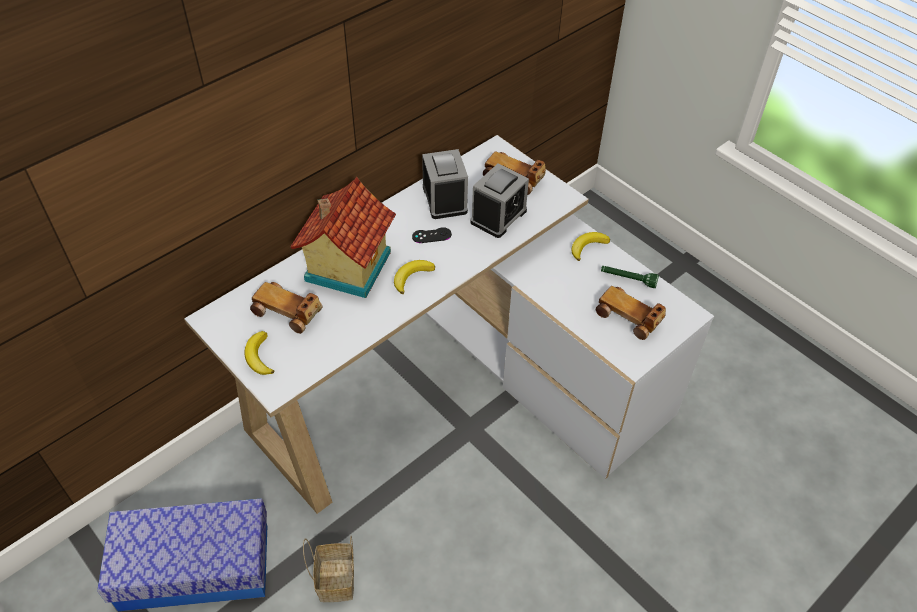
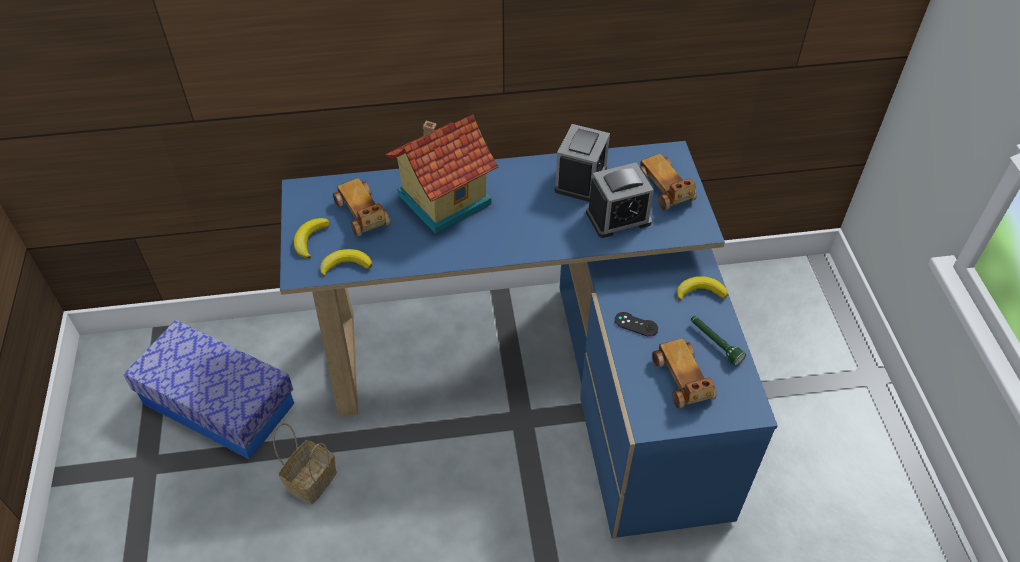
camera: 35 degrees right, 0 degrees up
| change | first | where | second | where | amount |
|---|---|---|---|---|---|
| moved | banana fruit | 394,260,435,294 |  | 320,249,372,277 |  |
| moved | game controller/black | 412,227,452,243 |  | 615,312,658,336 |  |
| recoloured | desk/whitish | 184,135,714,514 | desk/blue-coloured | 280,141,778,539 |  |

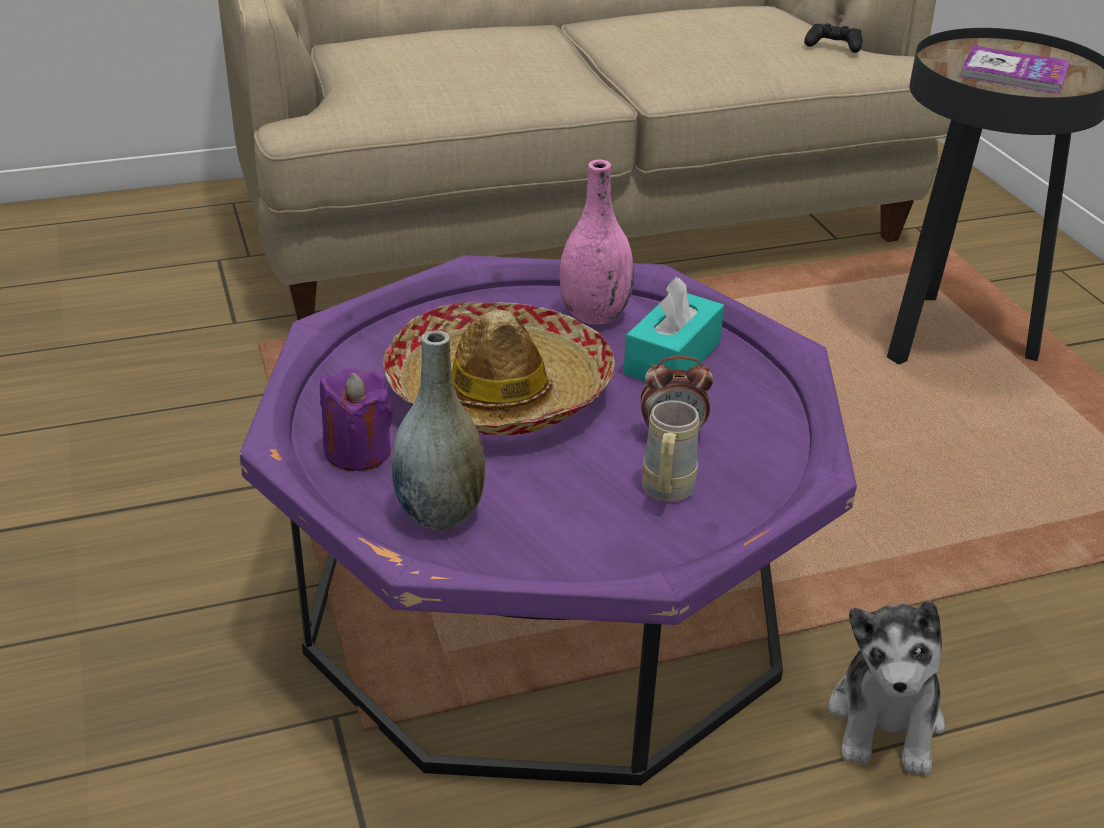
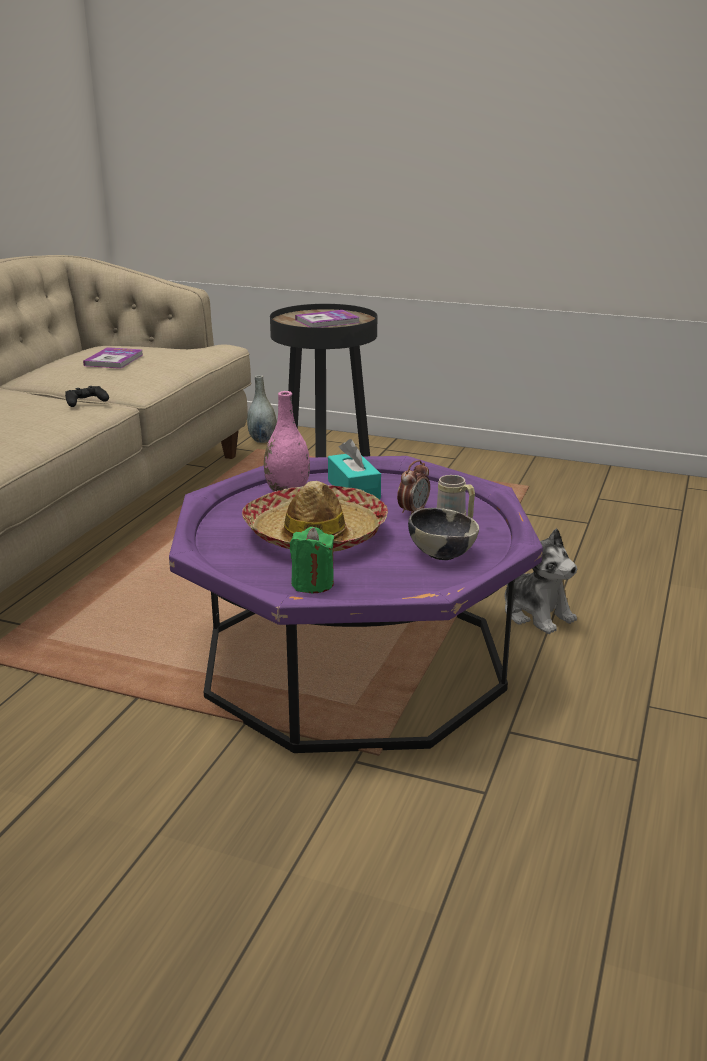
camera: 50 degrees left, 10 degrees down
| change | first | where | second | where | amount |
|---|---|---|---|---|---|
| added |  |  | volume | 83,347,143,369 |  |
| added |  |  | serving bowl | 408,508,479,560 |  |
| moved | flower vase/greyish | 392,330,485,530 |  | 247,375,277,443 |  |
| moved | game controller/black | 804,23,862,53 |  | 65,386,109,407 |  |
| recoloured | candle/purple | 320,368,393,471 | candle/green | 290,527,335,593 |  |

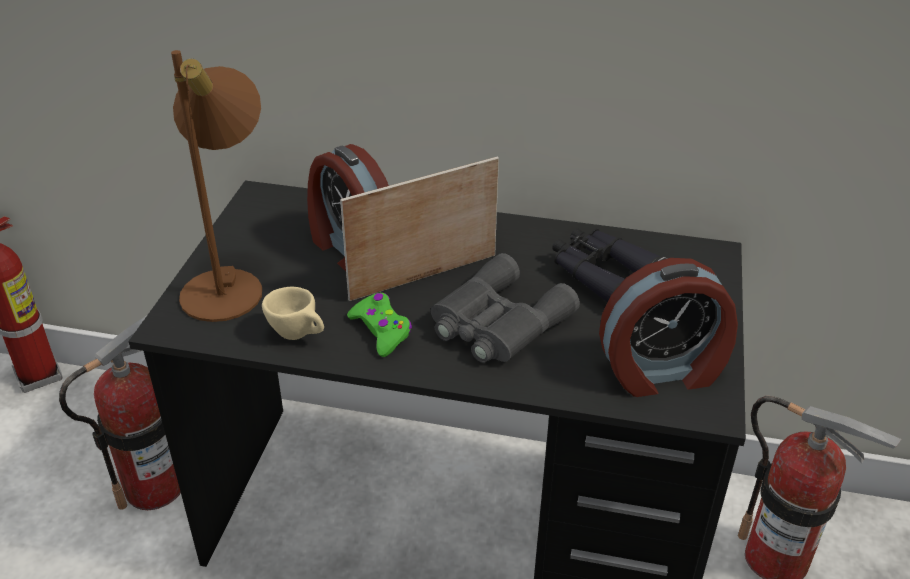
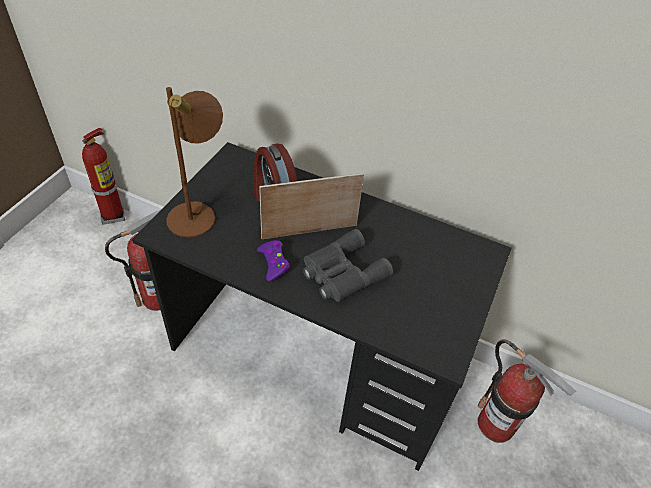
camera: 10 degrees right, 10 degrees up
| change | first | where | second | where | amount |
|---|---|---|---|---|---|
| removed | cup/beige | 262,287,324,340 |  |  |  |
| removed | field glasses/black | 552,228,667,302 |  |  |  |
| removed | bedside clock | 599,258,738,397 |  |  |  |
| recoloured | game controller/green | 347,293,412,357 | game controller/purple | 257,240,289,282 |  |

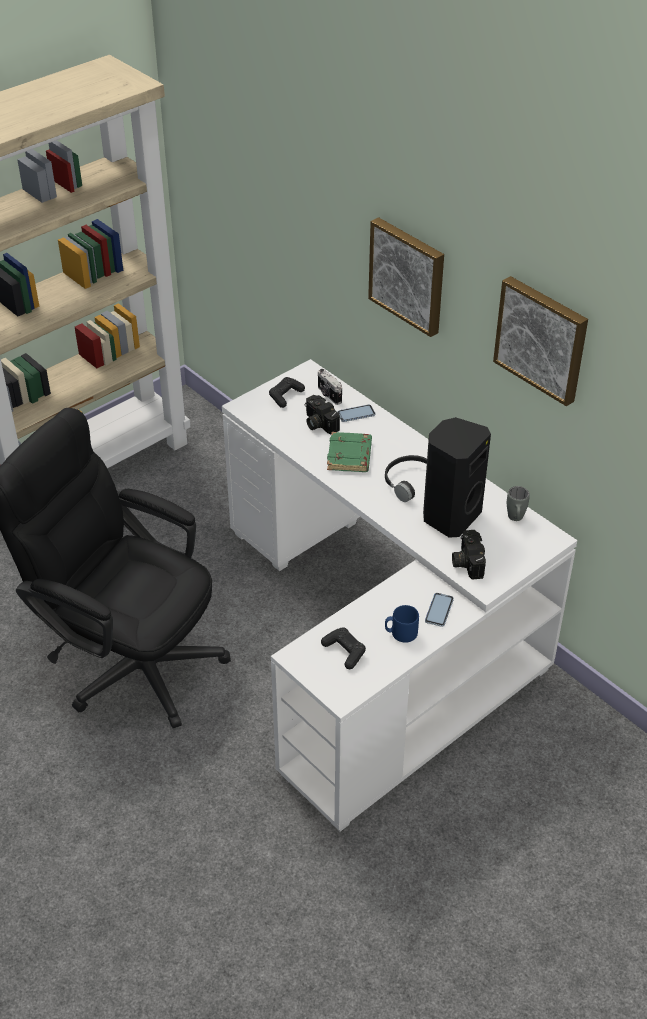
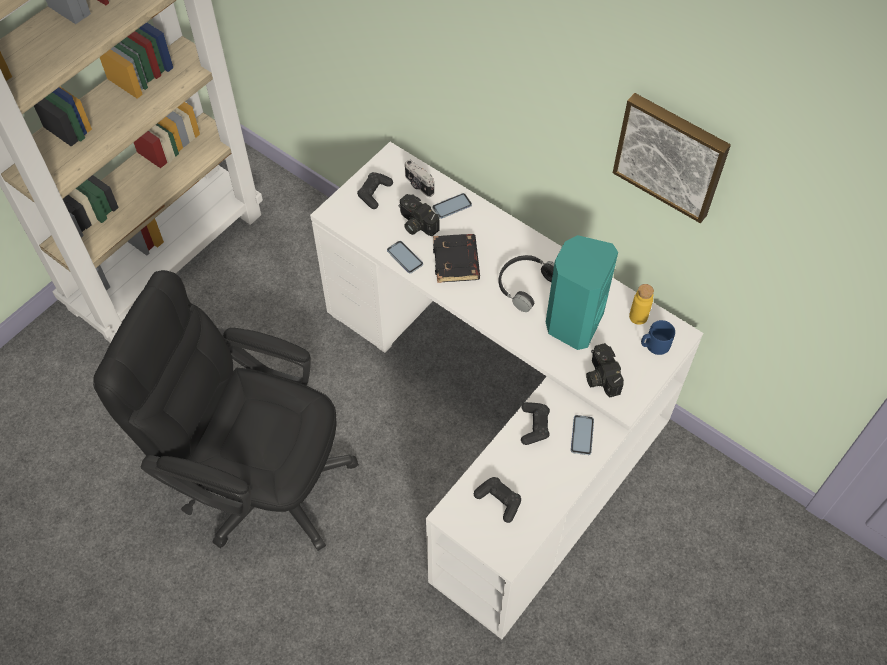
camera: 10 degrees left, 15 degrees up
| change | first | where | second | where | amount |
|---|---|---|---|---|---|
| removed | wall picture | 368,217,444,337 |  |  |  |
| added |  |  | handset | 387,241,423,274 |  |
| added |  |  | game controller/black | 521,402,550,445 |  |
| moved | tea mug/blue-coloured | 385,605,419,643 |  | 641,320,675,355 |  |
| replaced | tea mug/greyish | 507,486,530,521 | drink bottle/yellowish | 629,284,654,325 |  |
| recoloured | volume/green | 327,432,372,472 | volume/black | 433,234,480,283 |  |
| recoloured | audio speaker/black | 423,417,491,538 | audio speaker/blue-green | 546,235,618,350 |  |

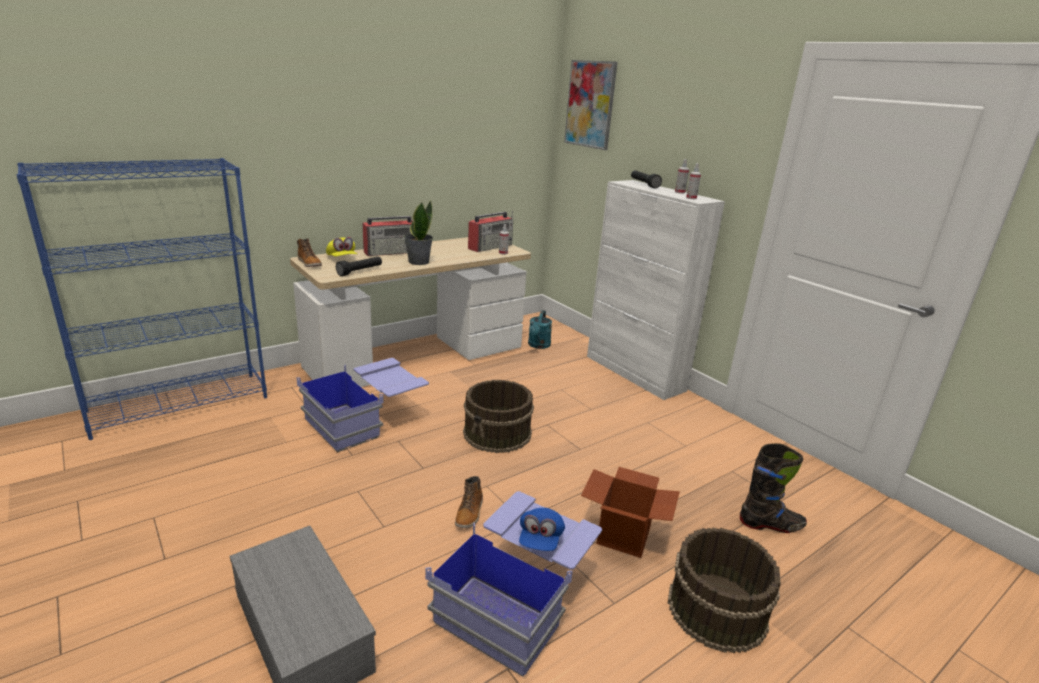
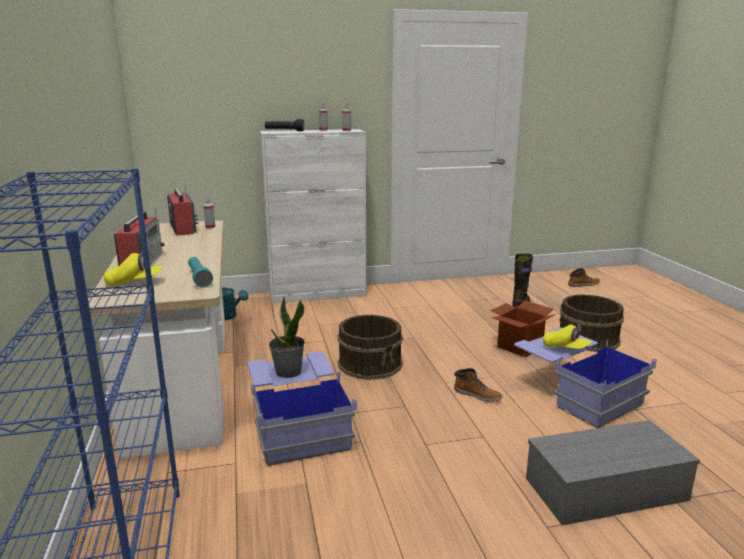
camera: 65 degrees left, 5 degrees down
| change | first | where | second | where | amount |
|---|---|---|---|---|---|
| removed | wall picture | 564,60,618,150 |  |  |  |
| moved | high-top boot | 297,238,322,267 |  | 568,268,600,287 |  |
| moved | plant in a pot | 404,201,433,265 |  | 269,296,305,378 |  |
| recoloured | hand torch/black | 336,257,382,276 | hand torch/blue-green | 188,257,213,287 |  |
| recoloured | baseball cap/blue-coloured | 519,508,565,551 | baseball cap/yellowish | 543,324,592,349 |  |

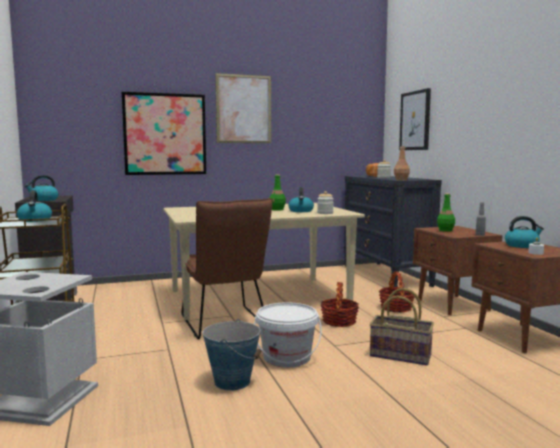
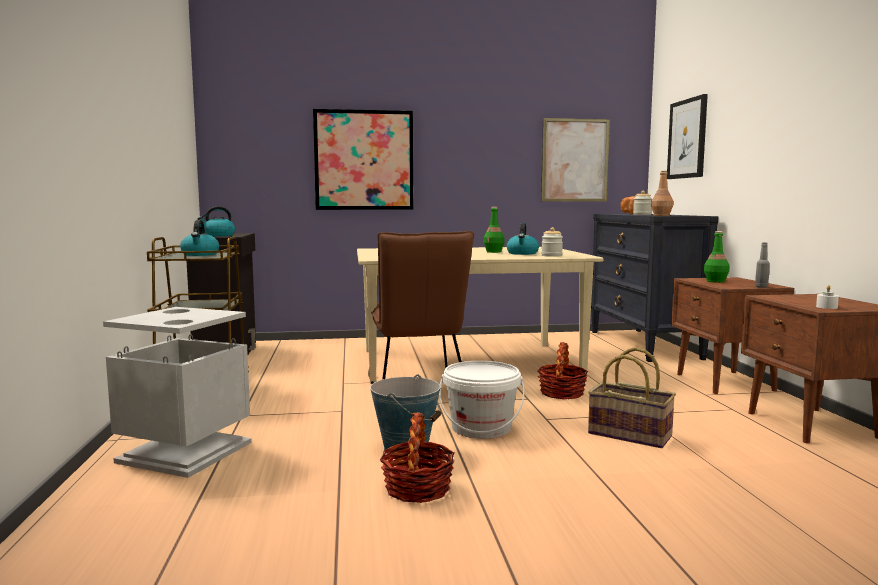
camera: 10 degrees right, 0 degrees up
| change | first | where | second | where | amount |
|---|---|---|---|---|---|
| removed | tea kettle | 505,216,544,248 |  |  |  |
| moved | wall picture | 215,73,271,143 |  | 541,118,610,202 |  |
| moved | basket | 379,271,415,312 |  | 380,412,455,503 |  |

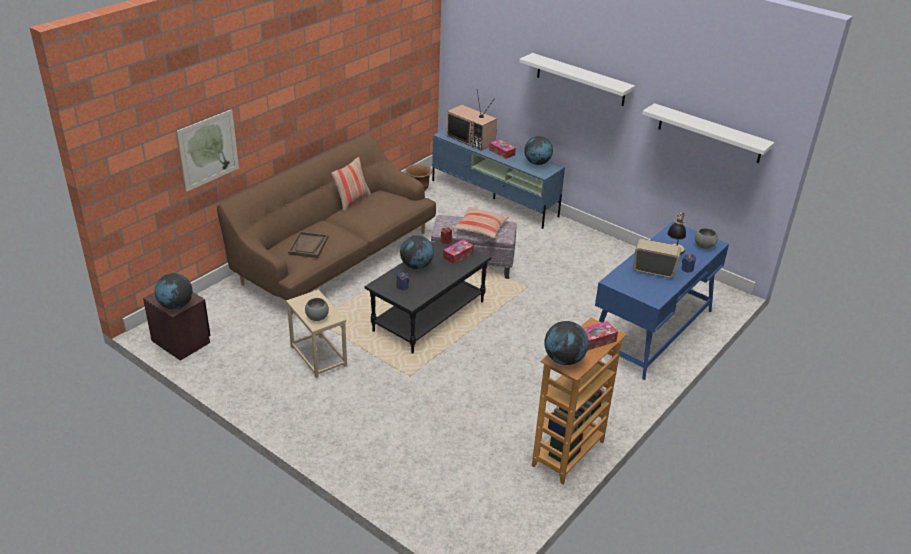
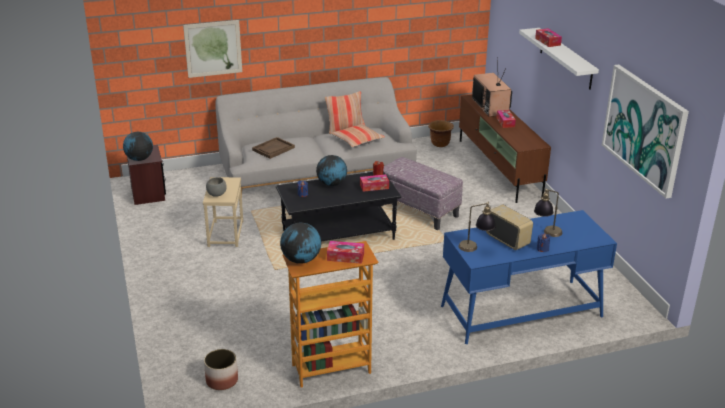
camera: 35 degrees right, 5 degrees down
| change | first | where | second | where | amount |
|---|---|---|---|---|---|
| removed | world globe | 524,136,553,165 |  |  |  |
| removed | serving bowl/greyish | 695,228,718,249 |  |  |  |
| added |  |  | flower pot | 204,349,238,390 |  |
| added |  |  | table lamp | 459,201,496,252 |  |
| added |  |  | tissue holder | 535,28,562,47 |  |
| moved | cushion | 454,207,509,238 |  | 331,123,385,147 |  |
| replaced | wall shelf/whitish | 642,103,775,163 | wall picture | 602,65,689,199 |  |
| recoloured | sofa/brown | 217,134,436,314 | sofa/greyish | 215,77,417,193 |  |
| recoloured | media console/blue-coloured | 432,128,565,229 | media console/brown | 459,95,551,203 |  |

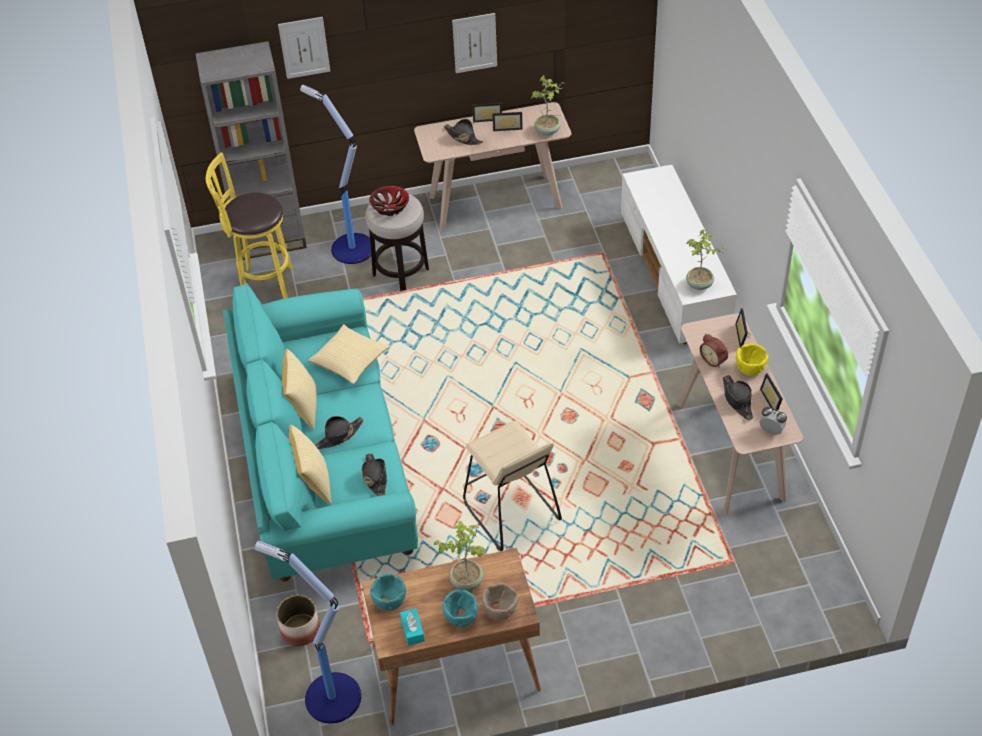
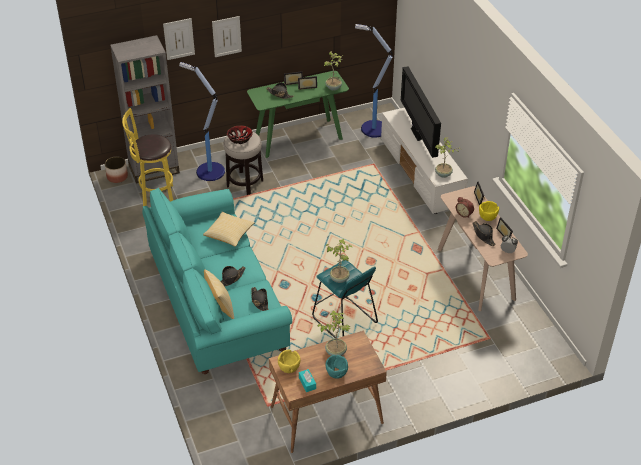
camera: 10 degrees left, 5 degrees down
| change | first | where | second | where | amount |
|---|---|---|---|---|---|
| removed | cushion | 282,349,317,430 |  |  |  |
| removed | serving bowl/brown | 482,583,518,620 |  |  |  |
| added |  |  | plant in a pot | 326,239,352,283 |  |
| added |  |  | TV | 401,66,441,158 |  |
| moved | standard lamp | 255,541,361,723 |  | 355,24,393,138 |  |
| moved | flower pot | 276,595,320,646 |  | 105,157,128,183 |  |
| moved | wall picture | 452,13,497,73 |  | 212,16,242,57 |  |
| recoloured | serving bowl/blue-green | 370,574,406,611 | serving bowl/yellowish | 278,350,300,373 |  |
| recoloured | hall table/beige | 414,102,571,232 | hall table/green | 247,71,349,158 |  |
| recoloured | sitting stool/beige | 463,421,562,551 | sitting stool/blue-green | 312,260,378,338 |  |

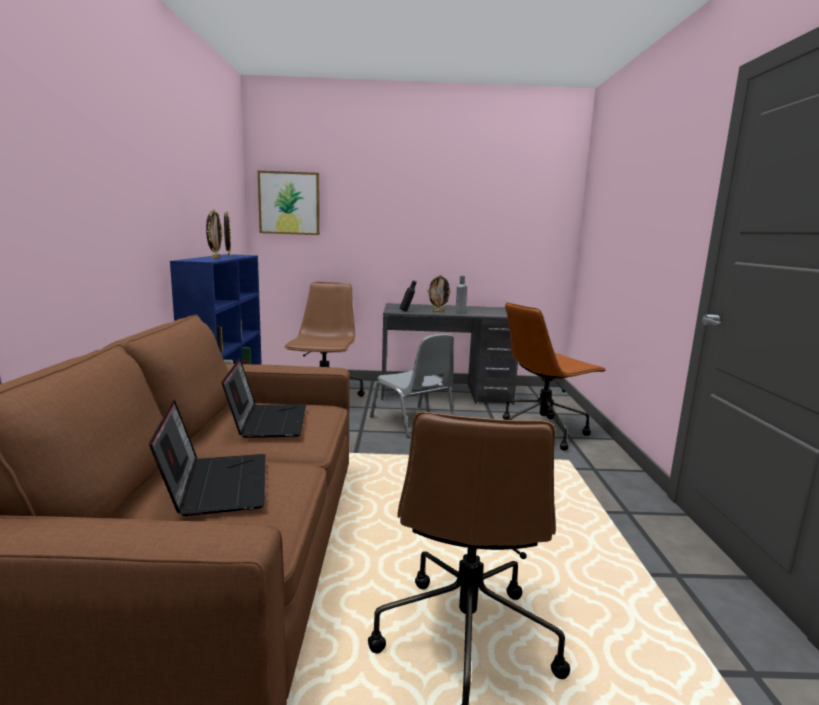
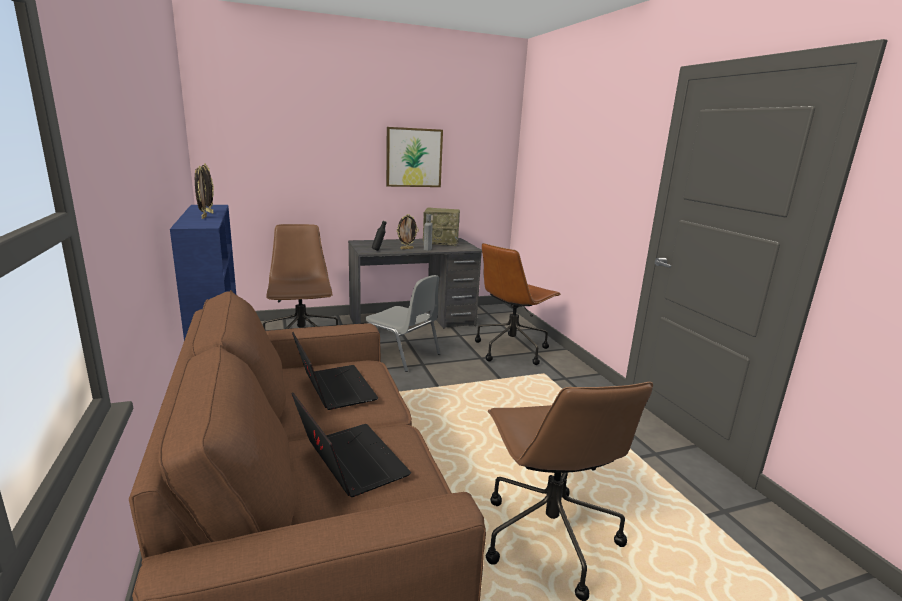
camera: 20 degrees left, 5 degrees up
| change | first | where | second | where | amount |
|---|---|---|---|---|---|
| added |  |  | radio receiver | 423,208,460,246 |  |
| moved | wall picture | 258,170,320,235 |  | 386,127,443,187 |  |

